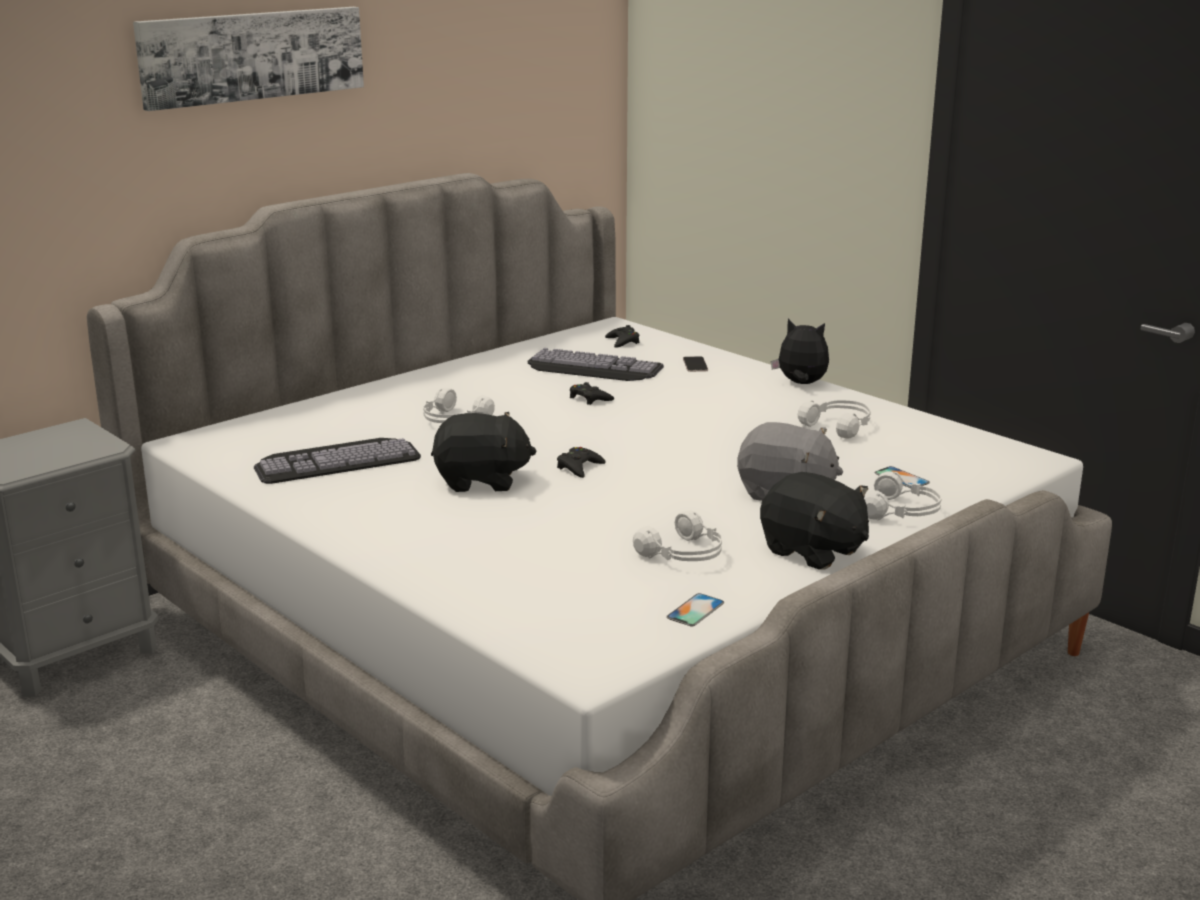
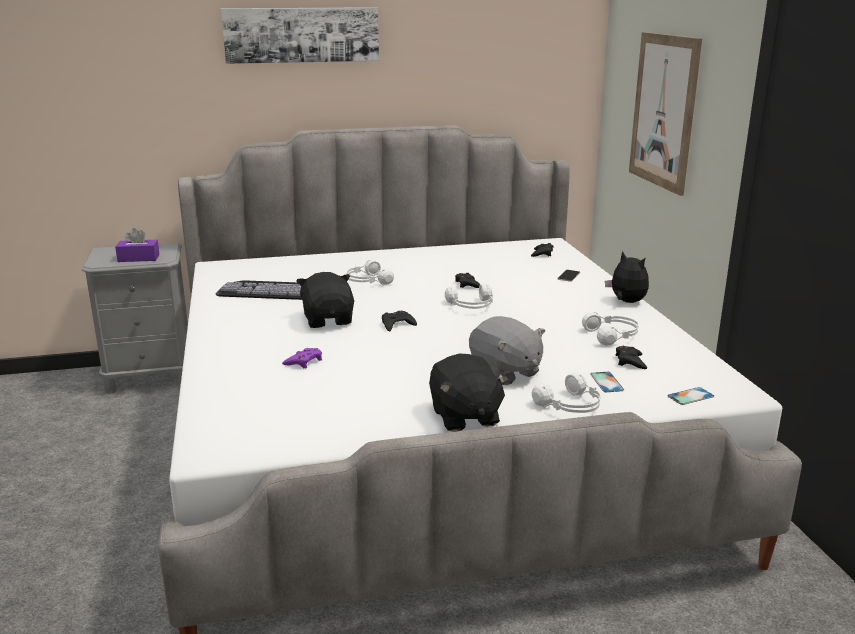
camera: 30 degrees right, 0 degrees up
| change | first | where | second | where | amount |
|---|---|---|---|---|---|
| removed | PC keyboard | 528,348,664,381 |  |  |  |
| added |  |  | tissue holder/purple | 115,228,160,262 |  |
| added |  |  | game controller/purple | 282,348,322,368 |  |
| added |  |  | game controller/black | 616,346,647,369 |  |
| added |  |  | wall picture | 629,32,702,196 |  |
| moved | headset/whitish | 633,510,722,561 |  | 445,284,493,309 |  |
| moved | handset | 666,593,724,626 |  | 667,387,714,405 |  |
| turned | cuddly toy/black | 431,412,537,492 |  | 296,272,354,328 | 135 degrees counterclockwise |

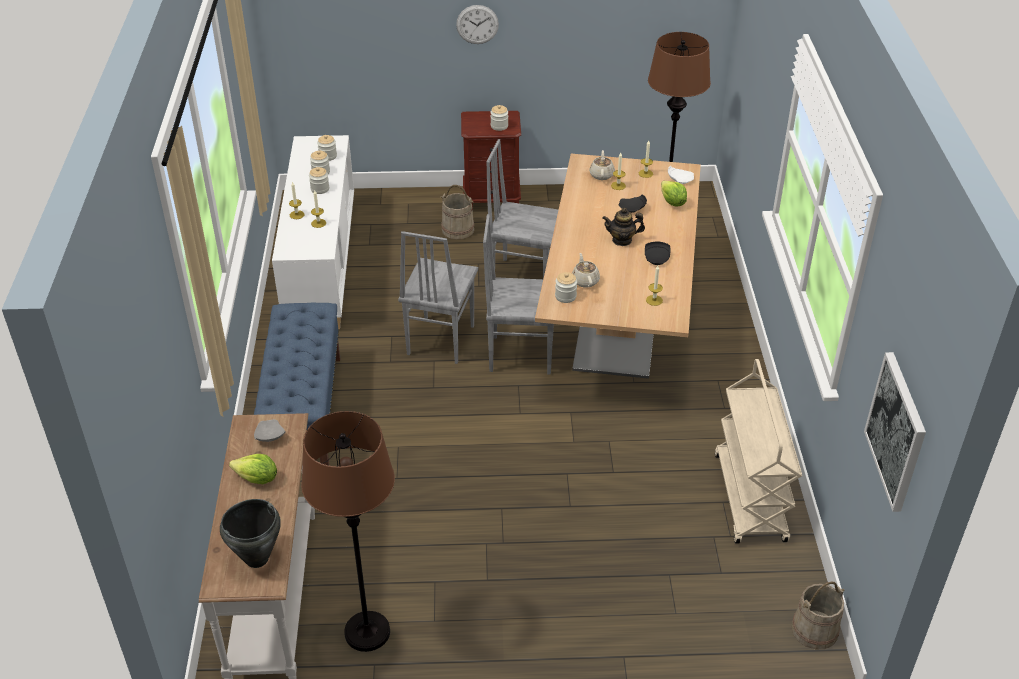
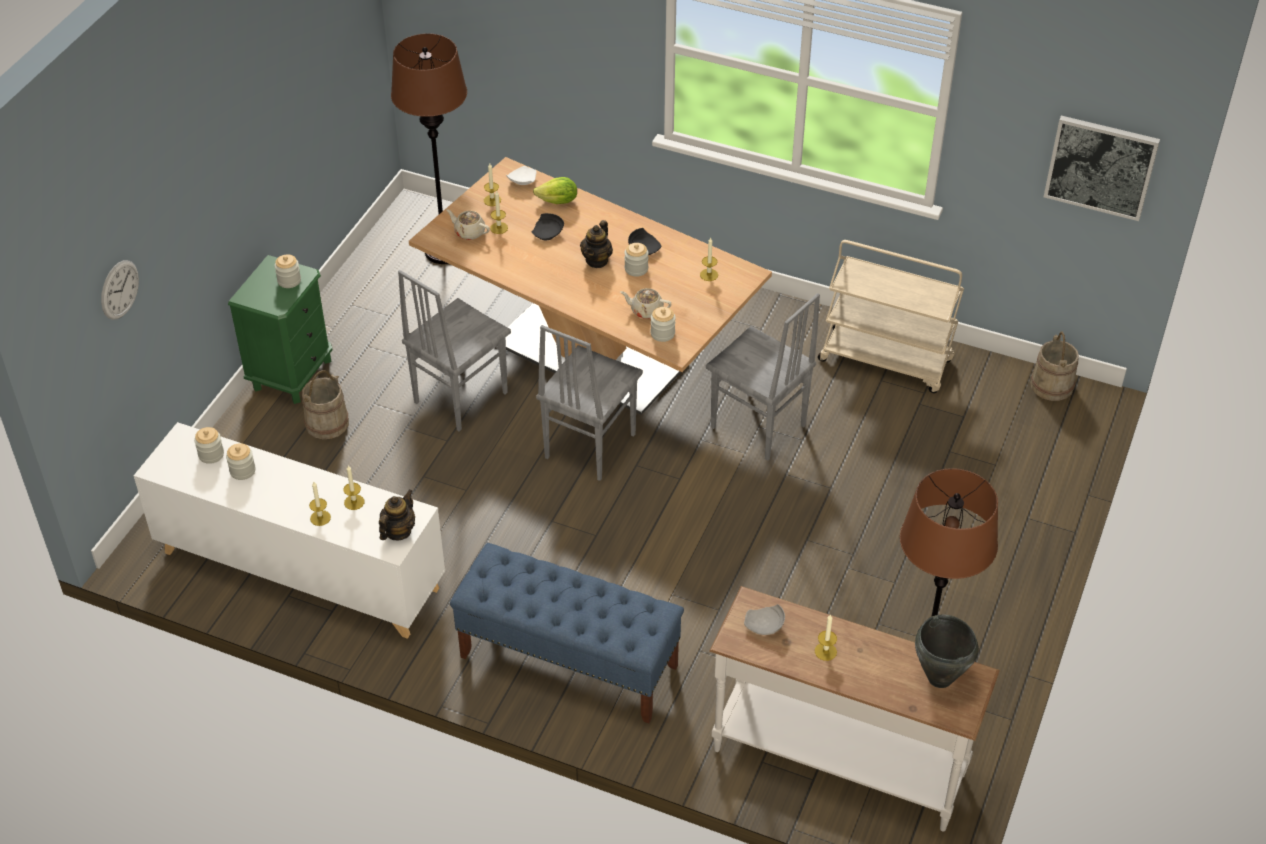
camera: 65 degrees left, 5 degrees up
| change | first | where | second | where | amount |
|---|---|---|---|---|---|
| added |  |  | tea pot | 379,489,415,541 |  |
| moved | preserve jar | 309,167,329,194 |  | 624,243,649,277 |  |
| moved | upright chair/greyish | 398,231,478,364 |  | 706,293,820,461 |  |
| moved | wall clock | 456,5,499,44 |  | 101,260,139,320 |  |
| replaced | lettuce head | 229,454,277,484 | candle | 815,614,837,661 |  |
| recoloured | night table/brown | 461,111,521,207 | night table/green | 228,255,333,404 |  |

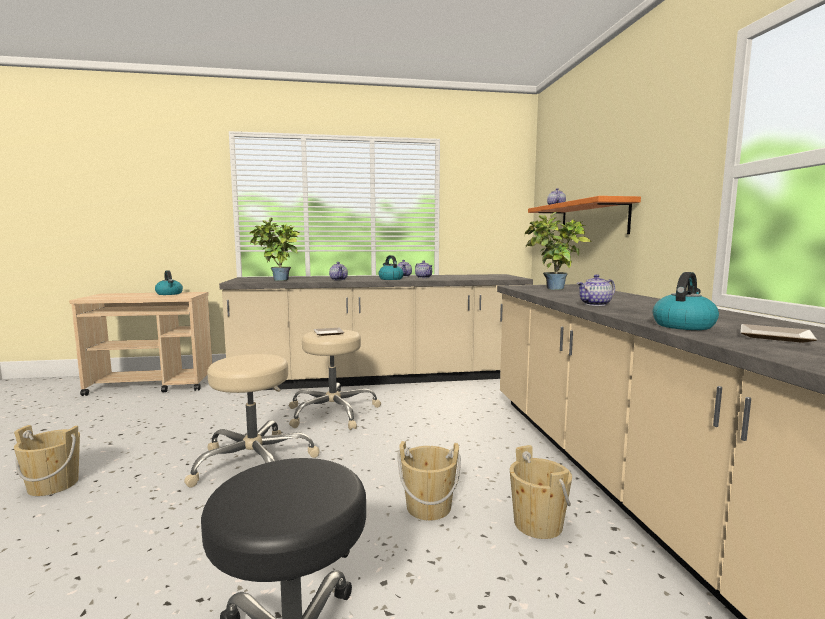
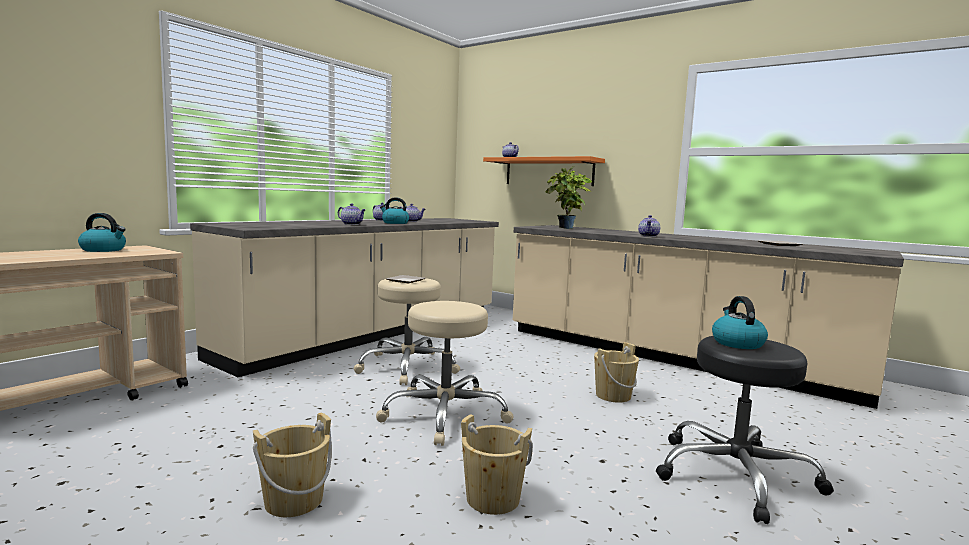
camera: 45 degrees left, 0 degrees up
| change | first | where | second | where | amount |
|---|---|---|---|---|---|
| removed | plant in a pot | 249,218,299,281 |  |  |  |
| moved | pail/beige | 510,445,572,539 |  | 461,414,533,515 |  |
| moved | tea kettle | 653,272,719,330 |  | 712,296,768,349 |  |

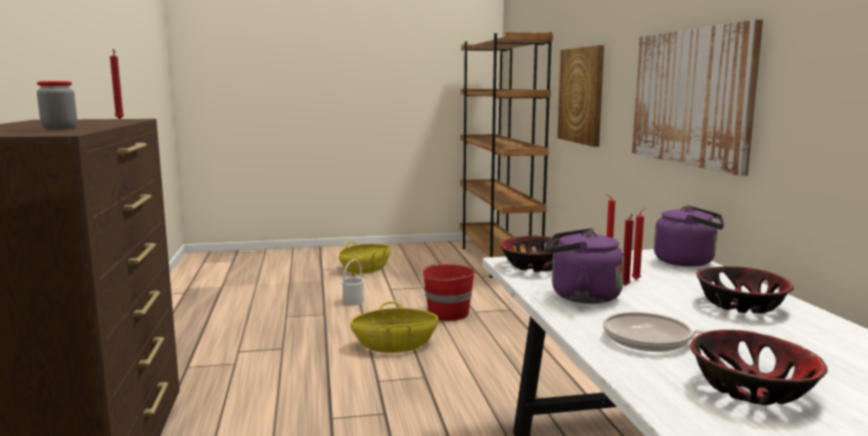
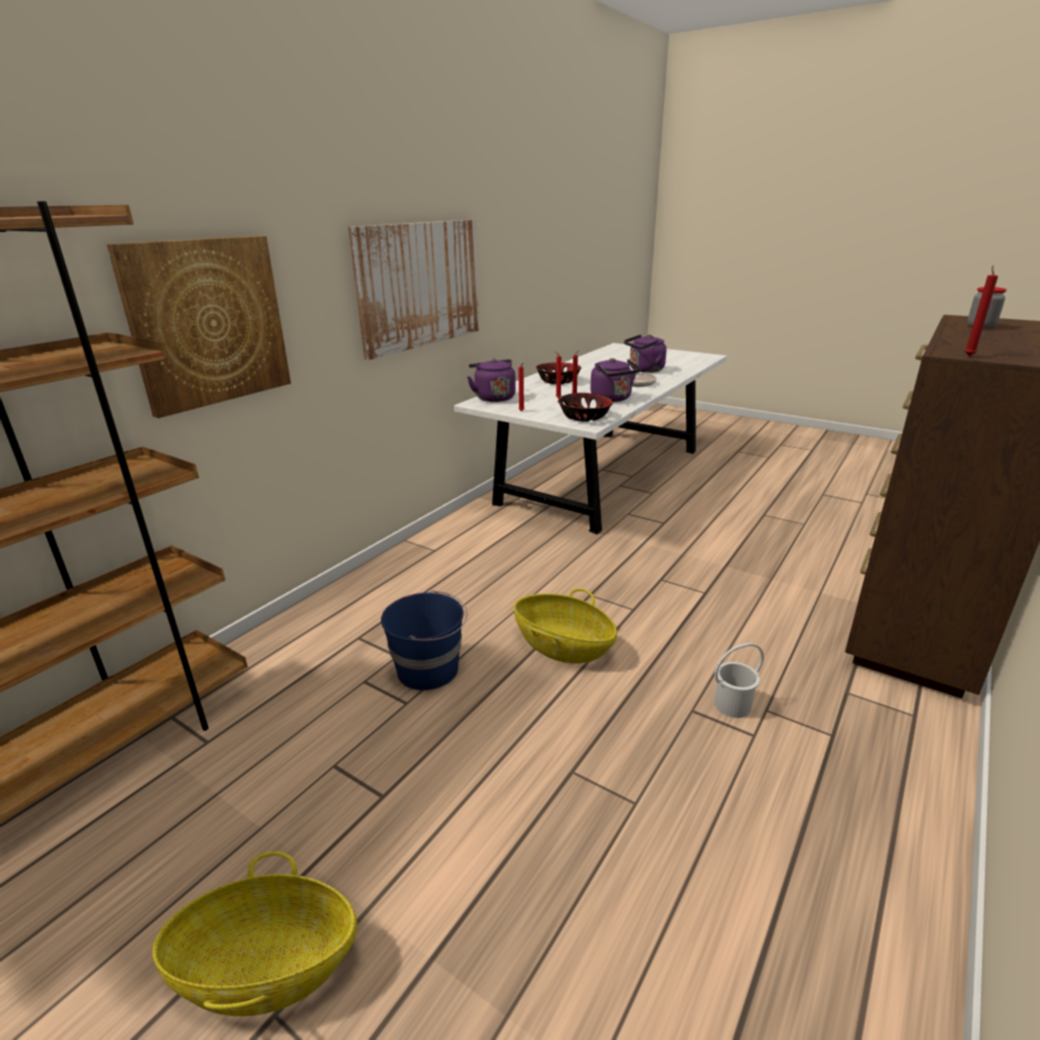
camera: 135 degrees left, 15 degrees up
| change | first | where | second | where | amount |
|---|---|---|---|---|---|
| moved | pail/whitish | 341,259,365,306 |  | 714,643,764,718 |  |
| replaced | serving bowl | 690,330,828,405 | tea kettle/purple | 624,335,666,373 |  |
| recoloured | pail/reddish | 420,264,475,321 | pail/blue-coloured | 381,590,467,690 |  |

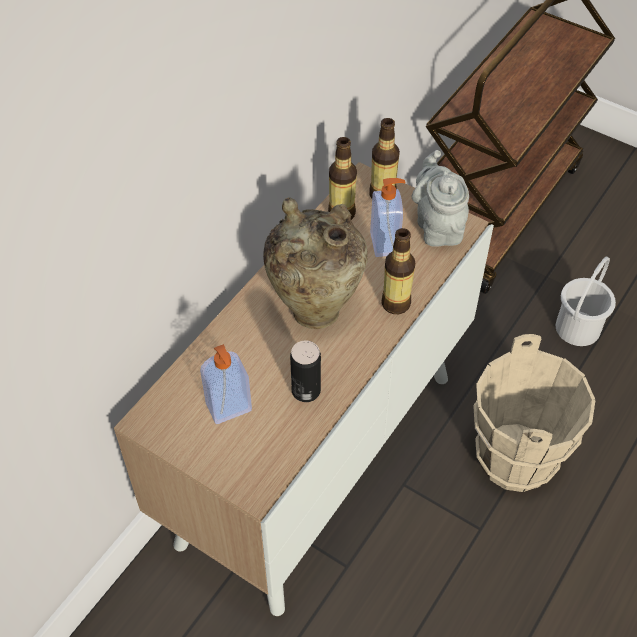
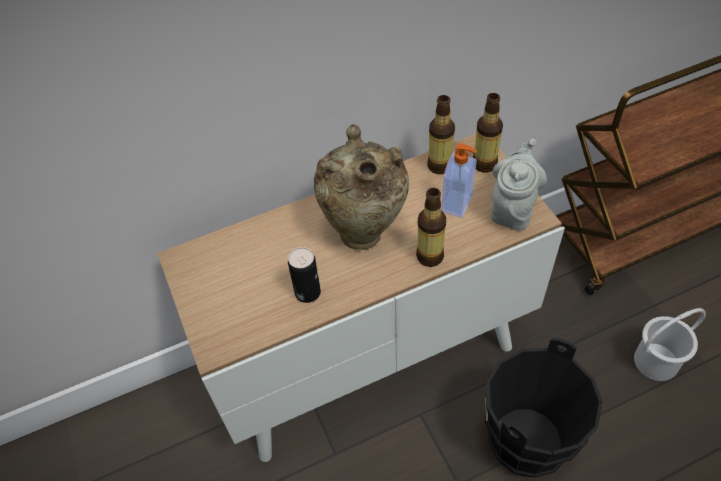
camera: 35 degrees right, 0 degrees up
| change | first | where | second | where | amount |
|---|---|---|---|---|---|
| removed | liquid soap bottle | 200,344,252,424 |  |  |  |
| recoloured | pail/beige | 473,334,595,492 | pail/black | 485,337,603,478 |  |

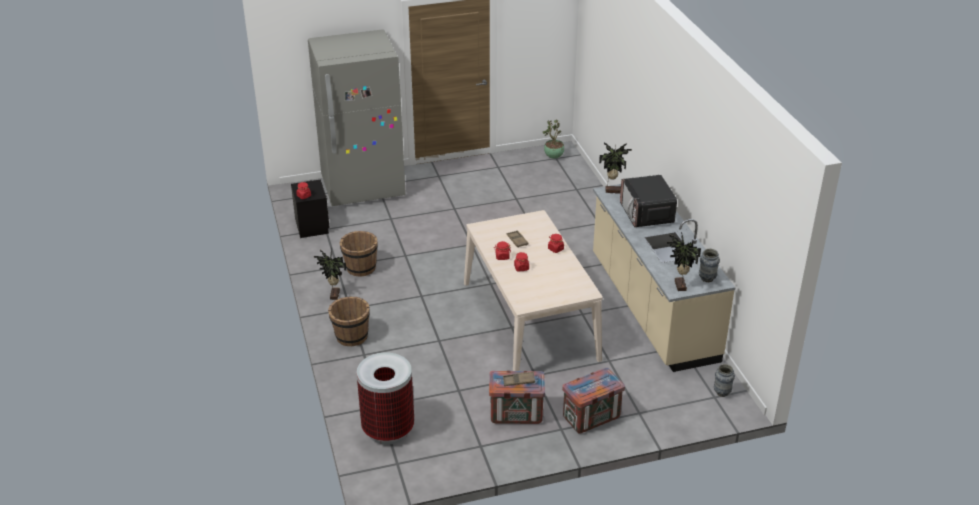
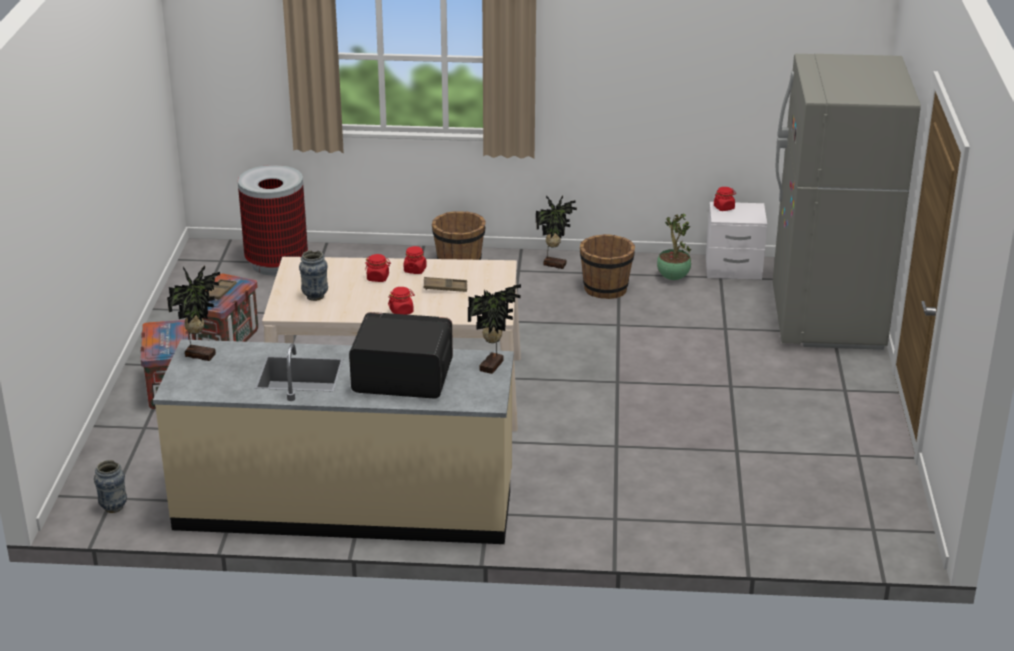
camera: 110 degrees right, 5 degrees down
| change | first | where | second | where | amount |
|---|---|---|---|---|---|
| moved | plant in a pot | 543,119,564,159 |  | 657,214,692,280 |  |
| moved | flower vase | 699,249,720,282 |  | 299,250,328,301 |  |
| recoloured | night table/black | 291,179,330,238 | night table/whitish | 706,202,767,280 |  |

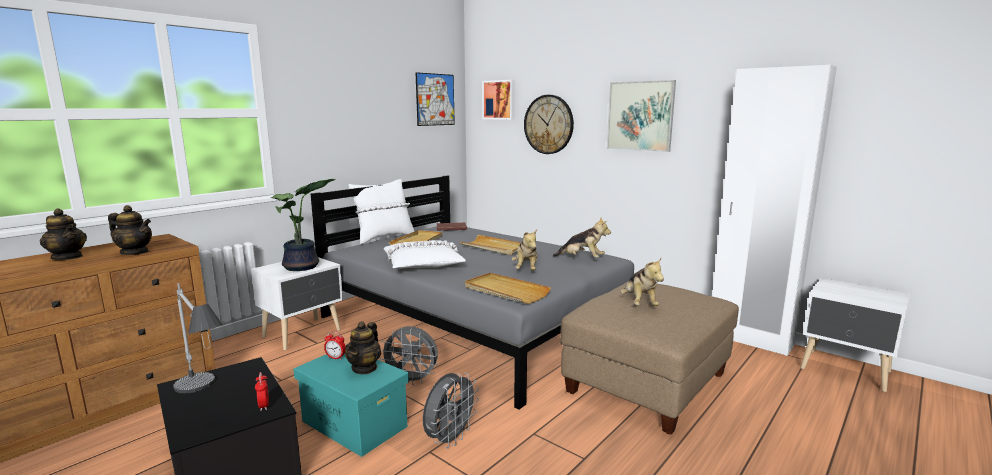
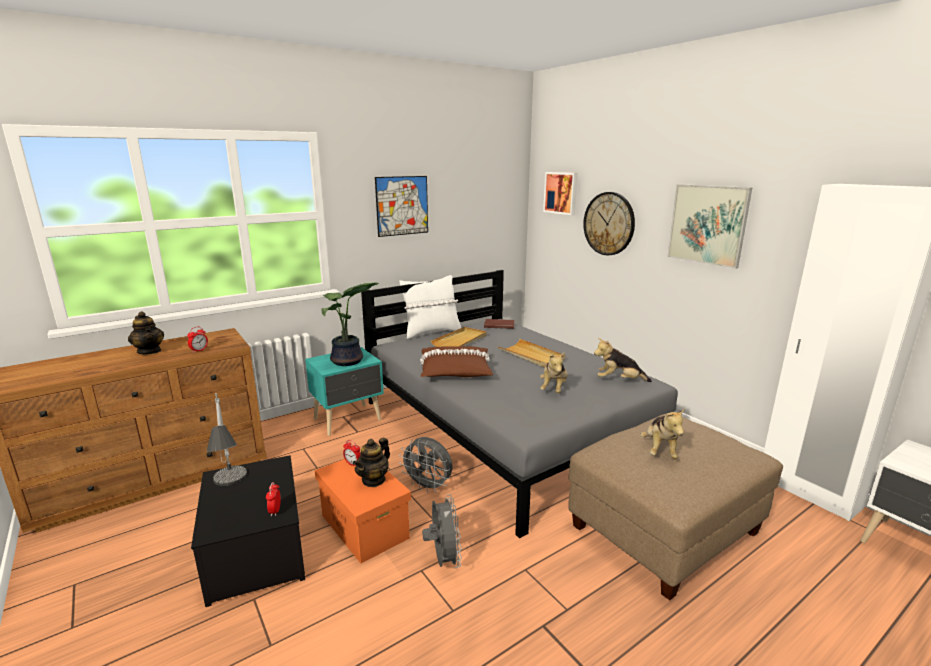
camera: 15 degrees right, 5 degrees up
| change | first | where | second | where | amount |
|---|---|---|---|---|---|
| removed | carrying tray/beige | 465,273,551,304 |  |  |  |
| moved | wall picture | 415,72,455,126 |  | 375,176,428,237 |  |
| replaced | tea pot | 108,205,152,255 | bedside clock | 187,327,208,353 |  |
| recoloured | night table/whitish | 251,257,343,350 | night table/blue-green | 305,347,384,436 |  |
| recoloured | storage container/blue-green | 293,354,409,457 | storage container/orange | 315,459,411,563 |  |
| recoloured | cushion/whitish | 384,240,466,269 | cushion/brown | 420,346,493,377 |  |
| turned | electric fan/greyish | 423,372,479,449 |  | 422,494,462,569 | 60 degrees counterclockwise |
| turned | cuddly toy | 553,218,611,258 |  | 594,338,652,382 | 150 degrees clockwise |

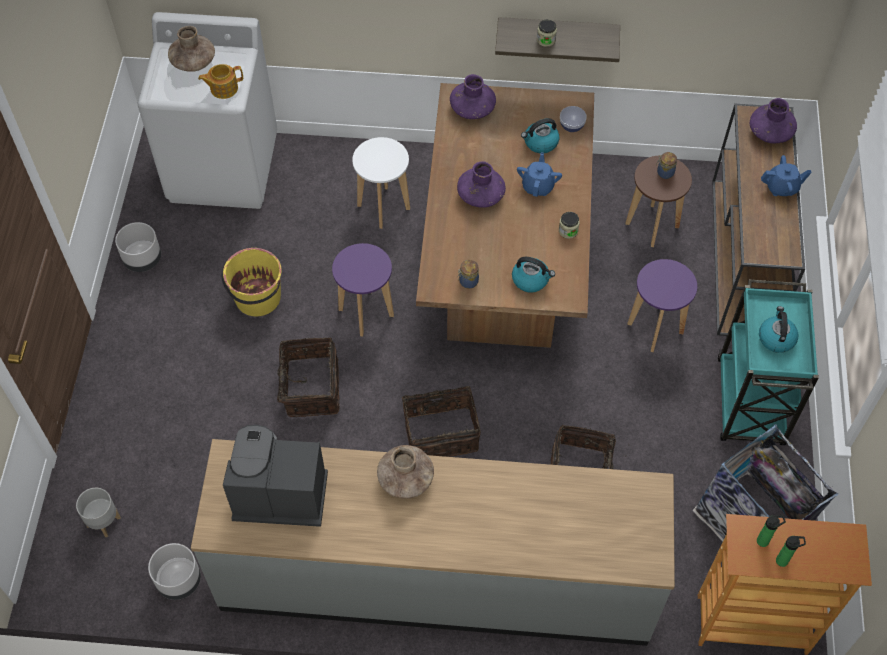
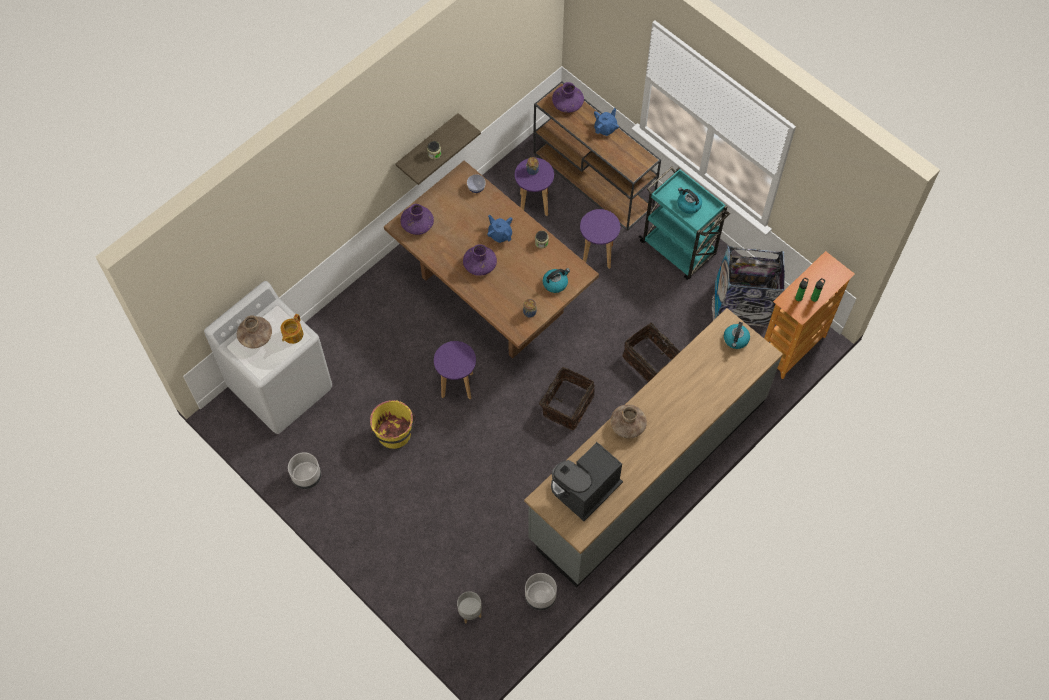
camera: 50 degrees left, 5 degrees up
| change | first | where | second | where | amount |
|---|---|---|---|---|---|
| removed | basket | 268,338,340,417 |  |  |  |
| removed | sitting stool/whitish | 352,137,410,229 |  |  |  |
| moved | tea kettle | 521,118,559,153 |  | 724,322,750,349 |  |
| recoloured | sitting stool/brown | 625,156,692,247 | sitting stool/purple | 515,158,554,216 |  |

